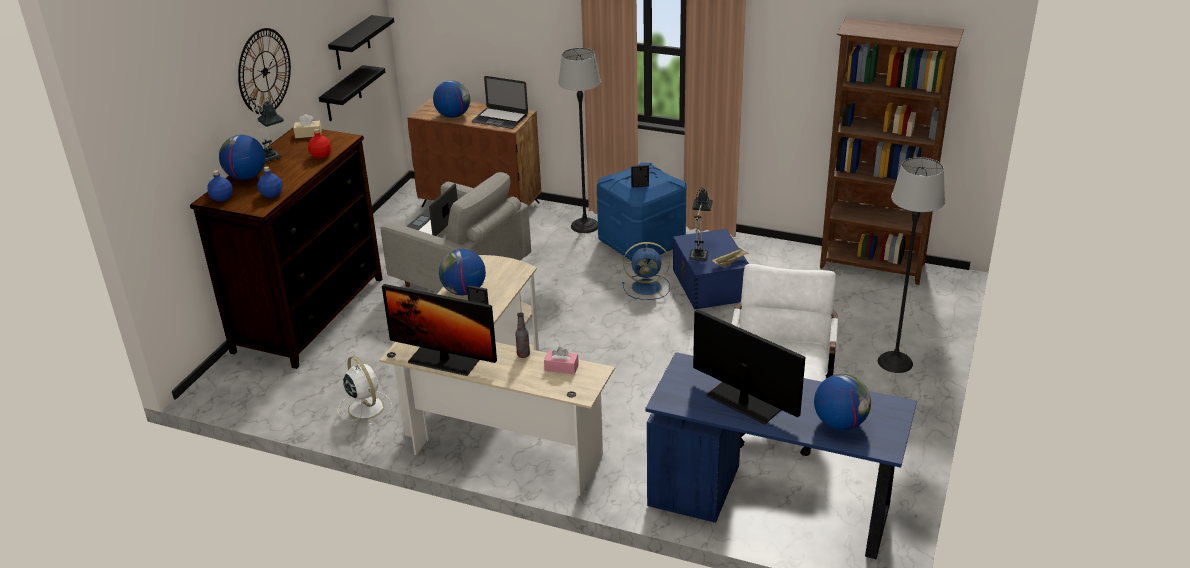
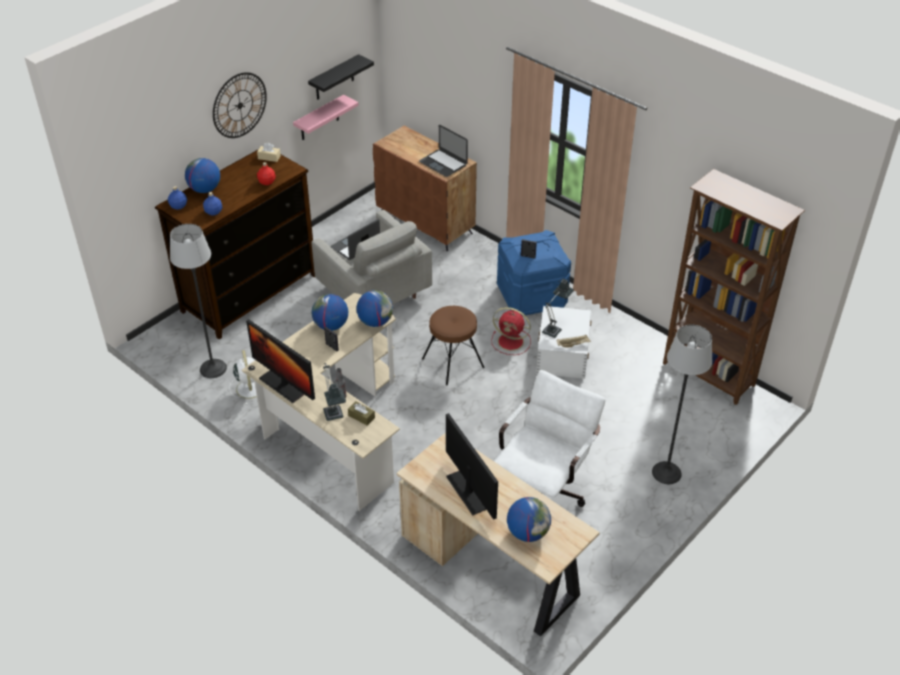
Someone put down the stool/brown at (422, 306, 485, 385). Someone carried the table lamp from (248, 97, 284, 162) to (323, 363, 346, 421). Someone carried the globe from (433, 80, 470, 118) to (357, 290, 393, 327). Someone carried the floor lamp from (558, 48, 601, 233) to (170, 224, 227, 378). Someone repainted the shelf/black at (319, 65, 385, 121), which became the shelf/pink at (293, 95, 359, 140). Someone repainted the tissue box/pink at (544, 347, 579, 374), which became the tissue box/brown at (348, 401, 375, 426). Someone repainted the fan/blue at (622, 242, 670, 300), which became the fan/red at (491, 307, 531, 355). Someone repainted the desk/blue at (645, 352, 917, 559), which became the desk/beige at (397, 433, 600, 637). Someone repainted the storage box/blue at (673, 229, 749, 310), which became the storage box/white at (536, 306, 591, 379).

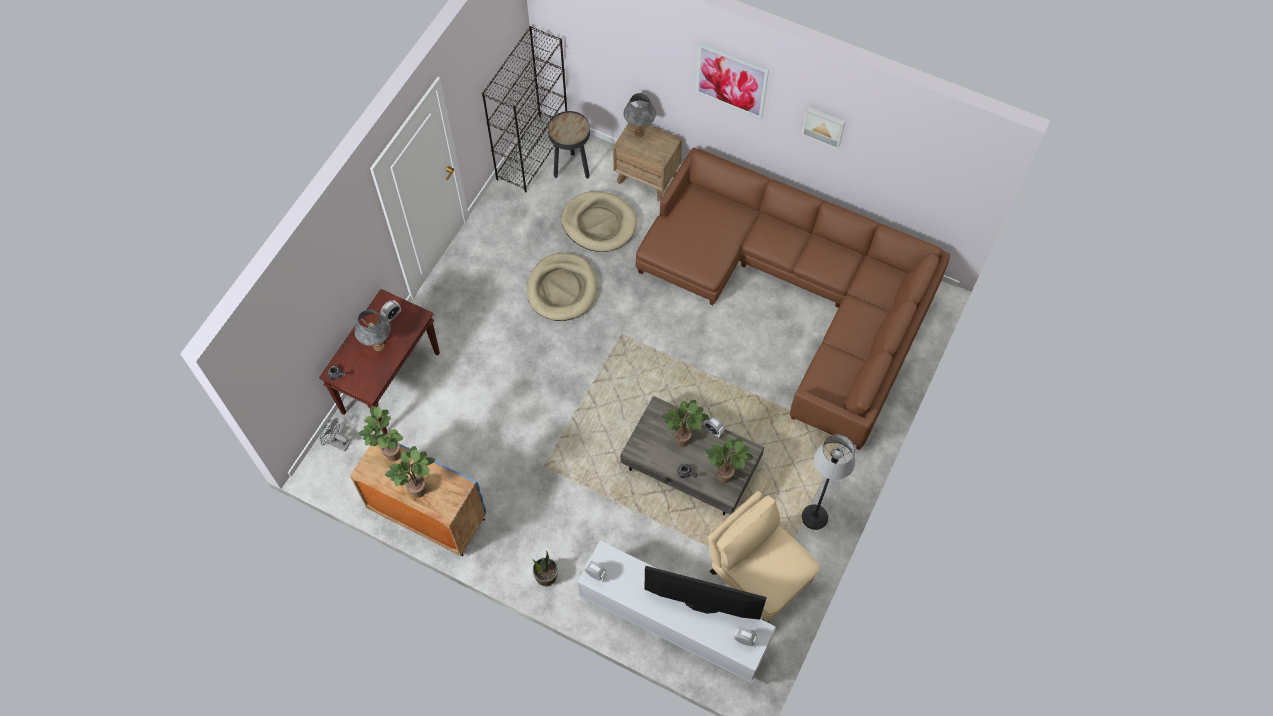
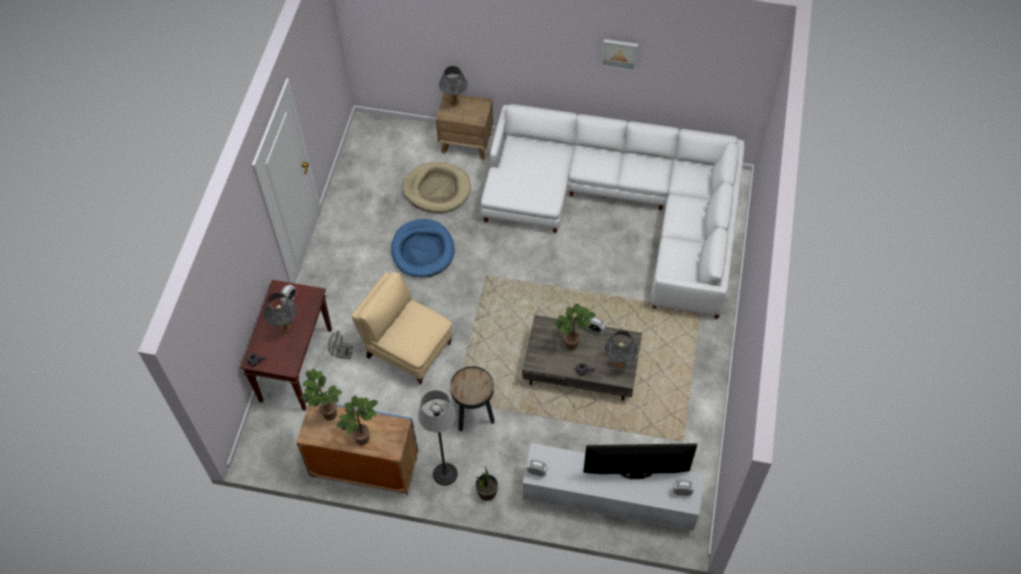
Someone took away the bookcase/black at (482, 26, 567, 193). Someone took away the picture at (696, 43, 769, 119). Someone carried the fan/grey from (320, 418, 350, 451) to (328, 330, 353, 359). Someone carried the side table/black from (548, 111, 590, 179) to (450, 366, 495, 431). Someone carried the armchair/beige from (708, 491, 820, 623) to (352, 272, 452, 385). Someone carried the floor lamp from (802, 435, 855, 530) to (418, 390, 458, 486). Someone swapped the potted plant at (705, 438, 754, 483) for the table lamp/grey at (605, 331, 637, 369). Someone repainted the dog bed/beige at (527, 253, 597, 321), which became the dog bed/blue at (391, 219, 454, 277). Someone repainted the sofa/brown at (635, 148, 950, 450), which became the sofa/white at (481, 104, 745, 319).

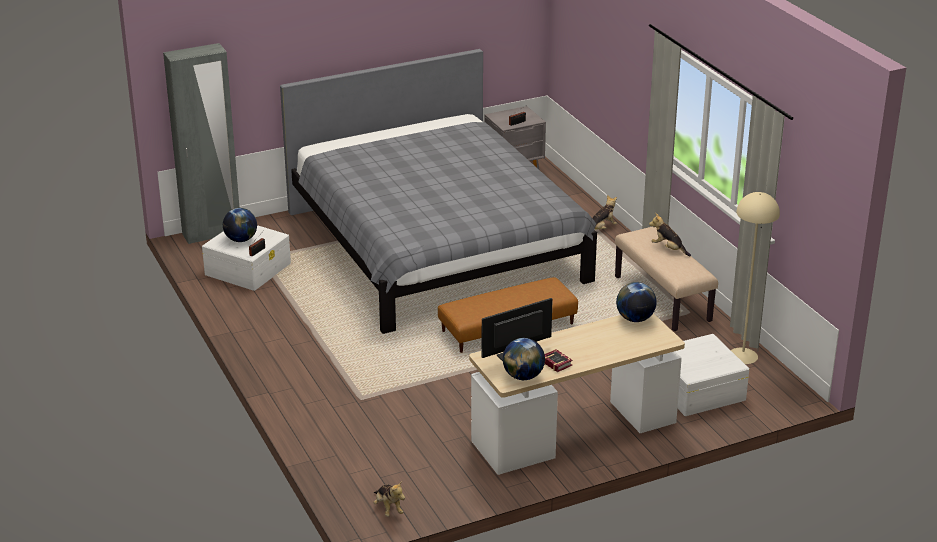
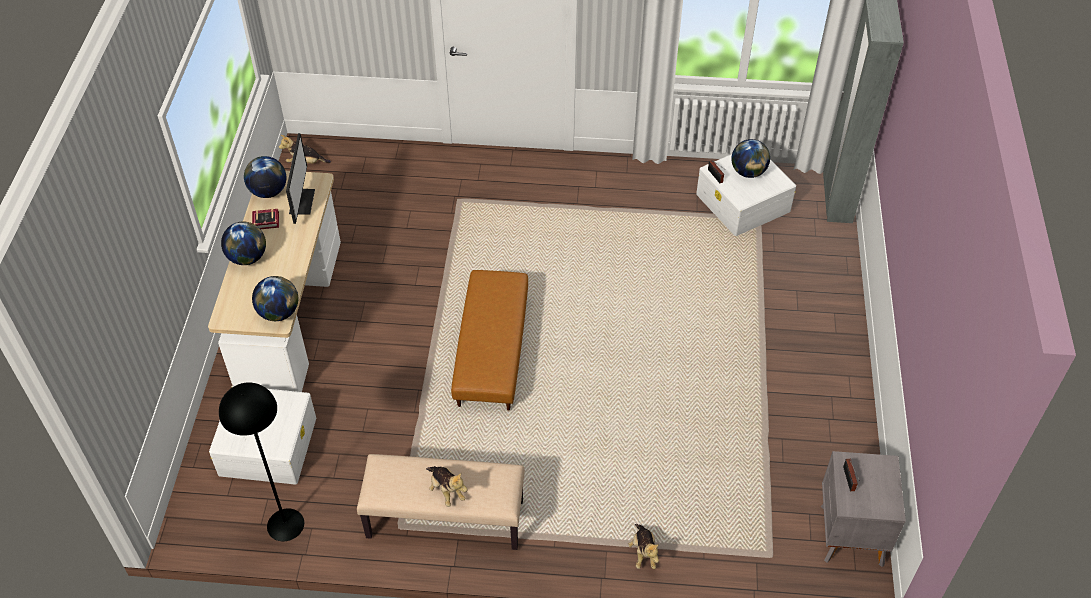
Someone took away the bed/grey at (280, 49, 597, 334). Someone put down the globe at (221, 222, 266, 265). Someone repainted the floor lamp/beige at (731, 192, 780, 364), which became the floor lamp/black at (219, 382, 304, 541). Someone rotated the plush toy at (649, 213, 691, 256) by 75 degrees clockwise.

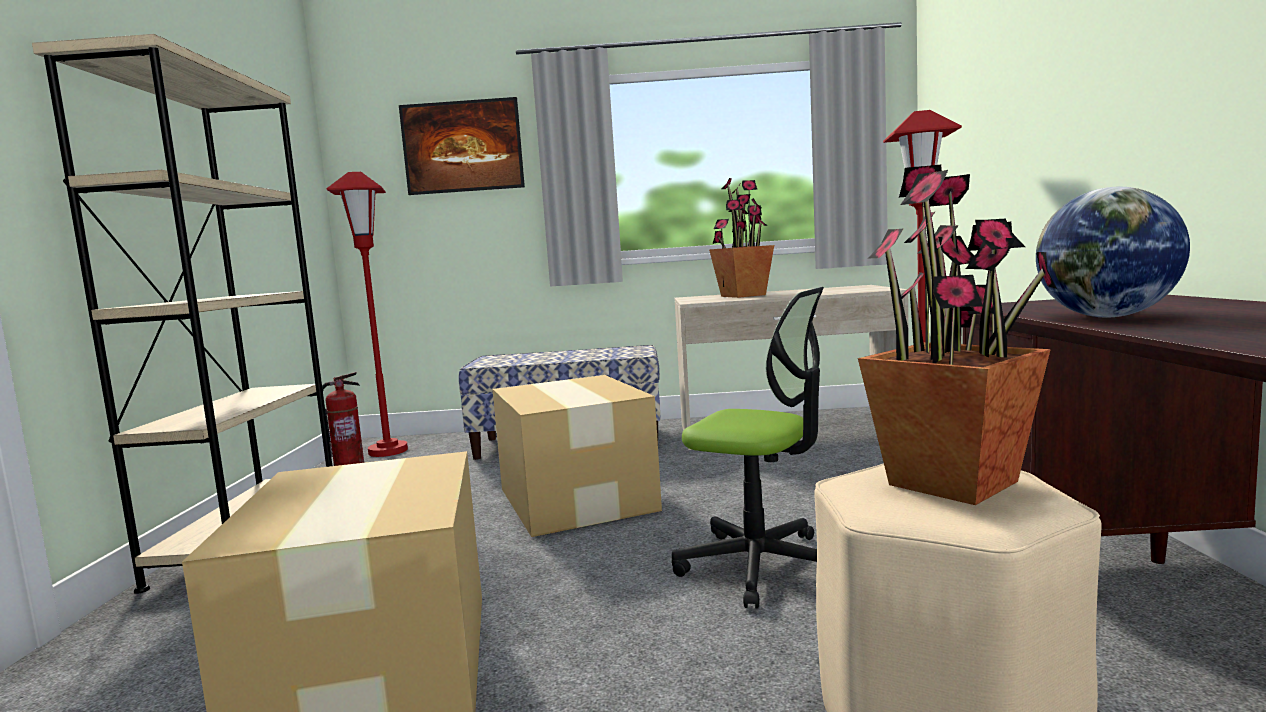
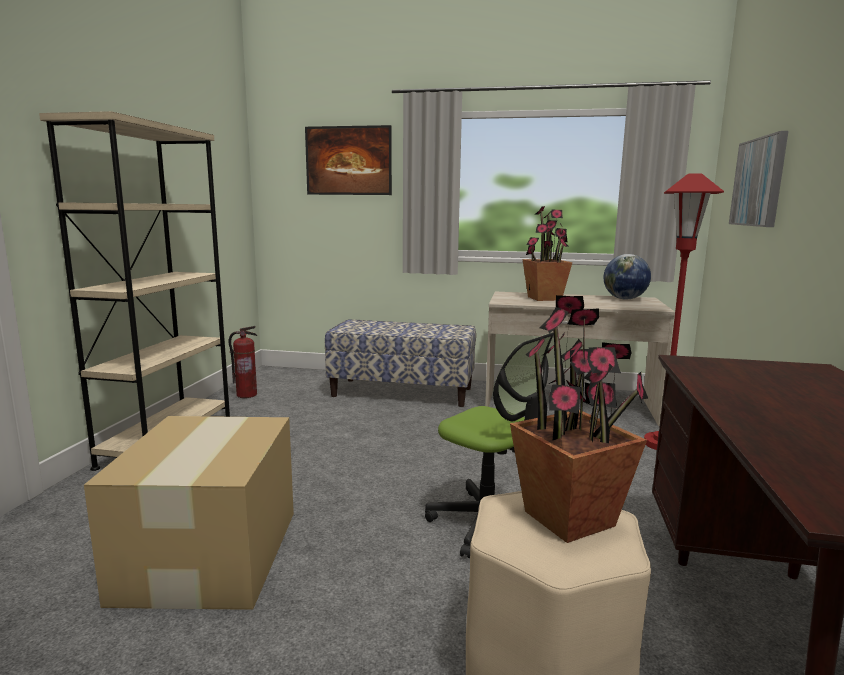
Someone took away the floor lamp/red at (327, 172, 408, 457). Someone took away the cardboard box at (492, 375, 662, 537). Someone put up the picture at (729, 131, 788, 227). Someone carried the globe from (1036, 187, 1190, 317) to (604, 254, 651, 300).

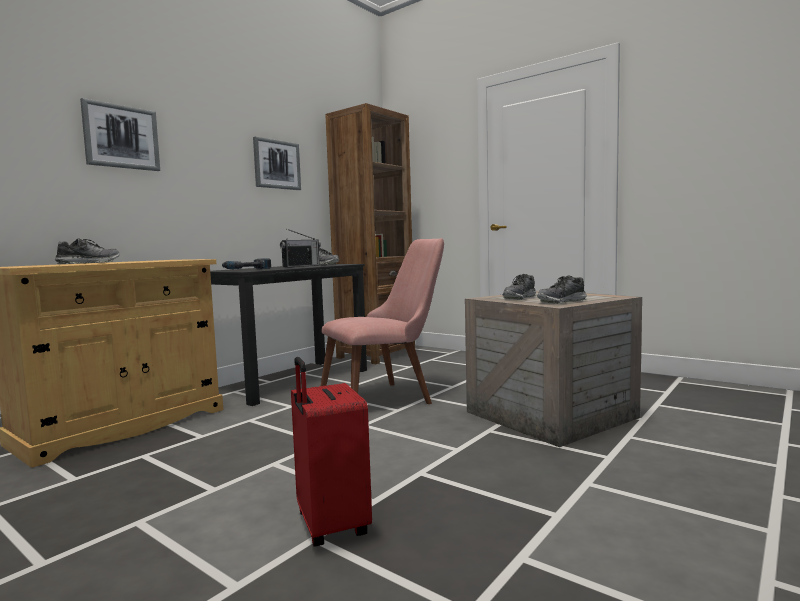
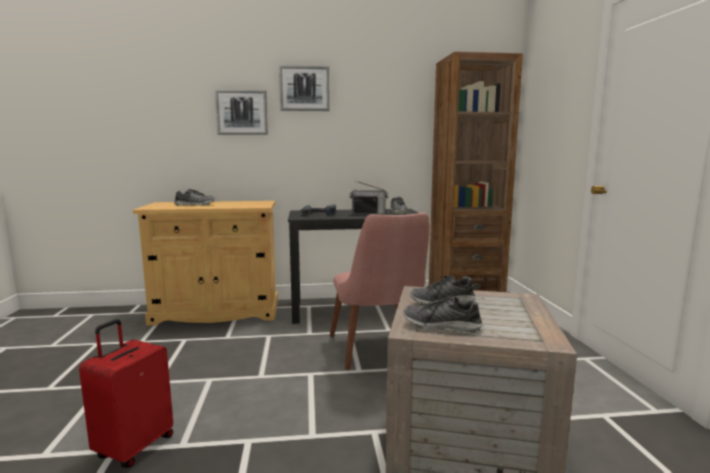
Someone carried the picture from (253, 137, 301, 190) to (279, 65, 330, 111). Someone rotated the chair/pink at (321, 238, 444, 404) by 60 degrees clockwise.

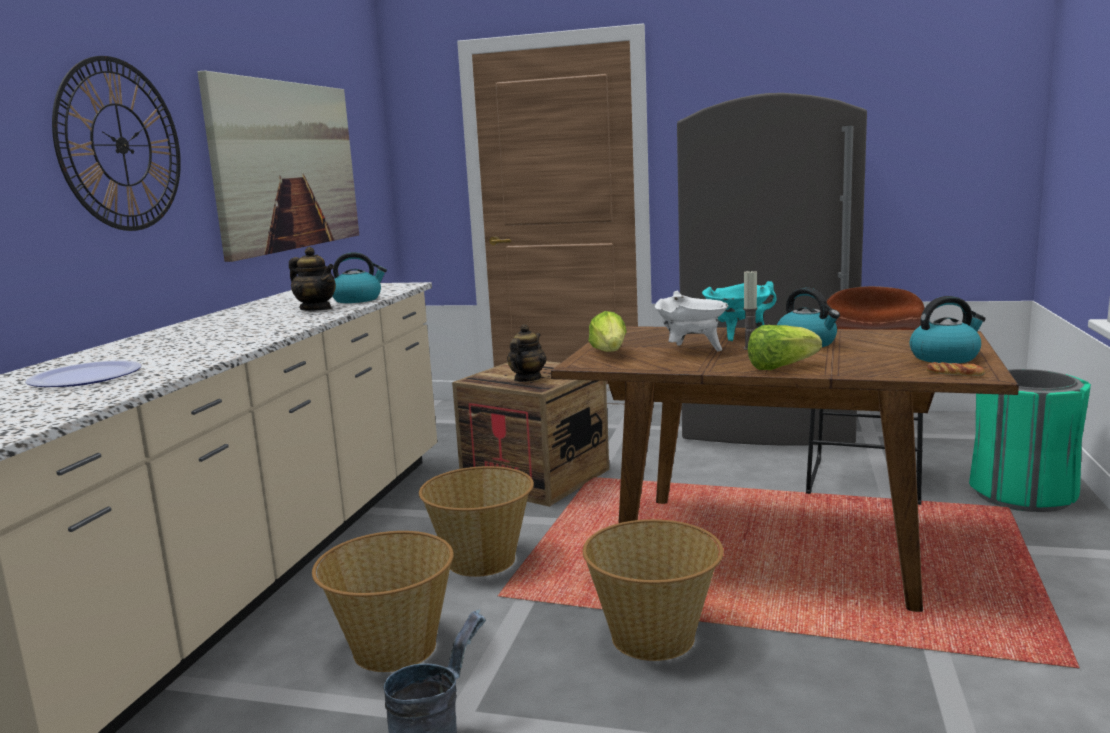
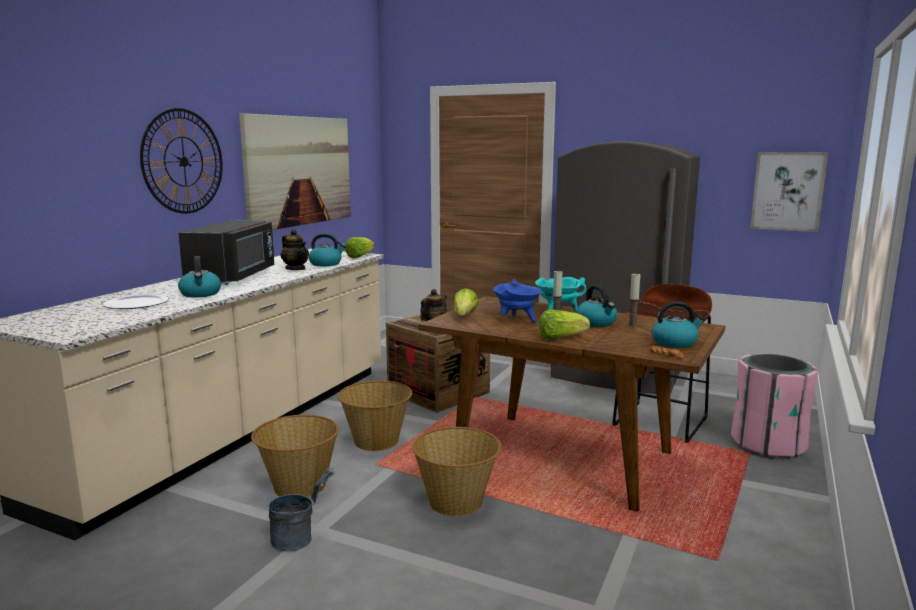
Someone put down the microwave/black at (178, 220, 274, 285). Someone put down the kettle at (178, 256, 221, 297). Someone put down the lettuce at (345, 237, 375, 258). Someone put down the candle at (628, 274, 640, 327). Someone put up the picture at (750, 152, 828, 232). Someone repainted the cooking pot/white at (655, 291, 728, 351), which became the cooking pot/blue at (493, 279, 542, 322). Someone repainted the trash can/green at (969, 369, 1091, 512), which became the trash can/pink at (731, 354, 818, 459).

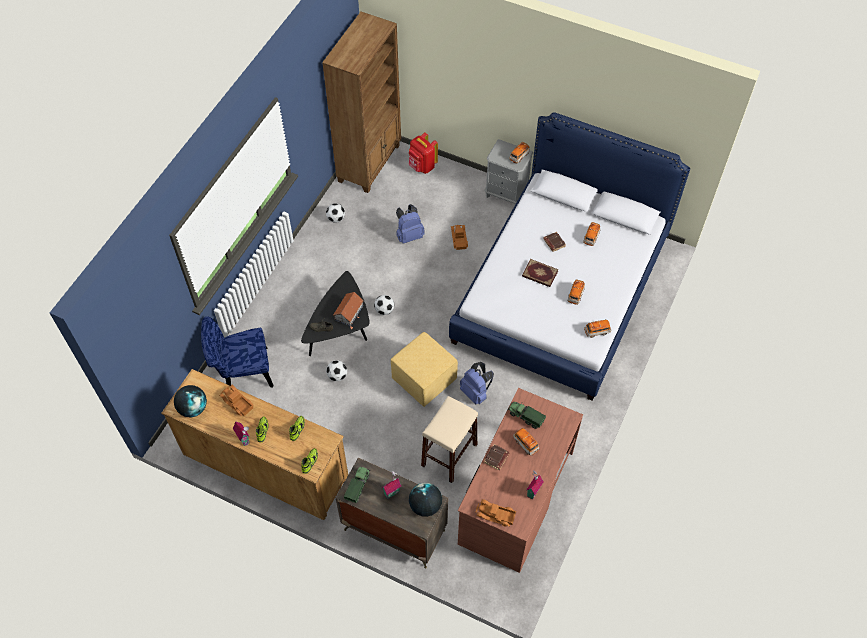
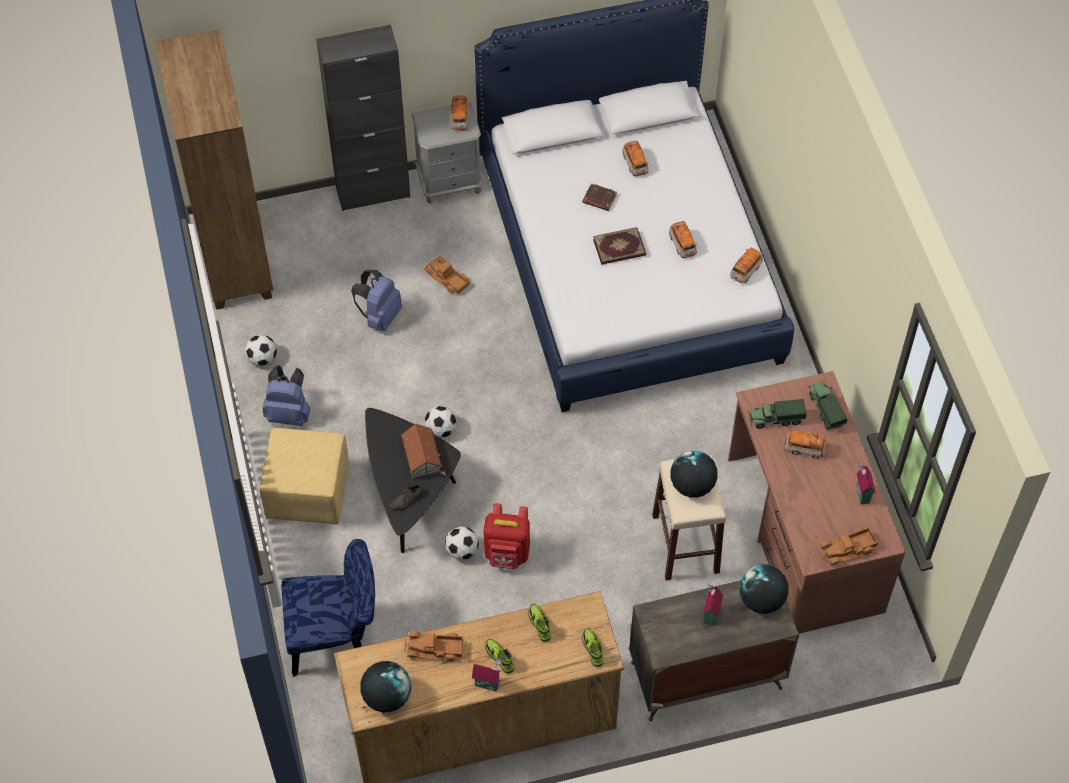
Someone took away the book/brown at (484, 444, 510, 470). Someone put down the cabinet/black at (316, 25, 410, 211). Someone put down the globe at (671, 451, 717, 498). Someone carried the toy truck from (344, 466, 370, 503) to (809, 382, 847, 430). Someone carried the ottoman/yellow from (391, 332, 458, 407) to (259, 428, 349, 524). Someone carried the backpack/red from (409, 132, 438, 174) to (483, 503, 530, 569). Someone carried the backpack/blue from (460, 362, 494, 404) to (263, 365, 310, 426). Someone rotated the chair/blue at (201, 316, 273, 387) by 135 degrees counterclockwise.

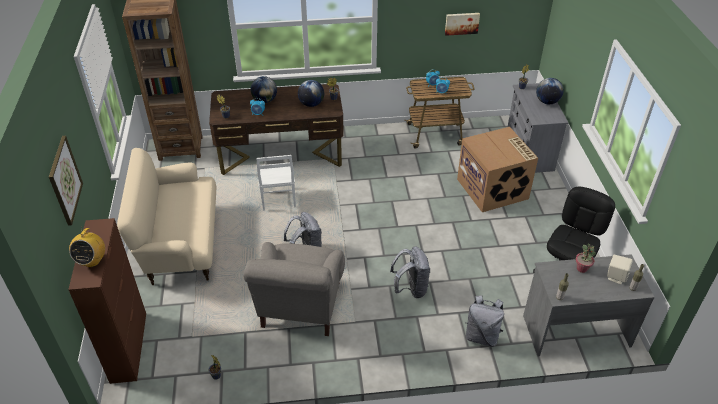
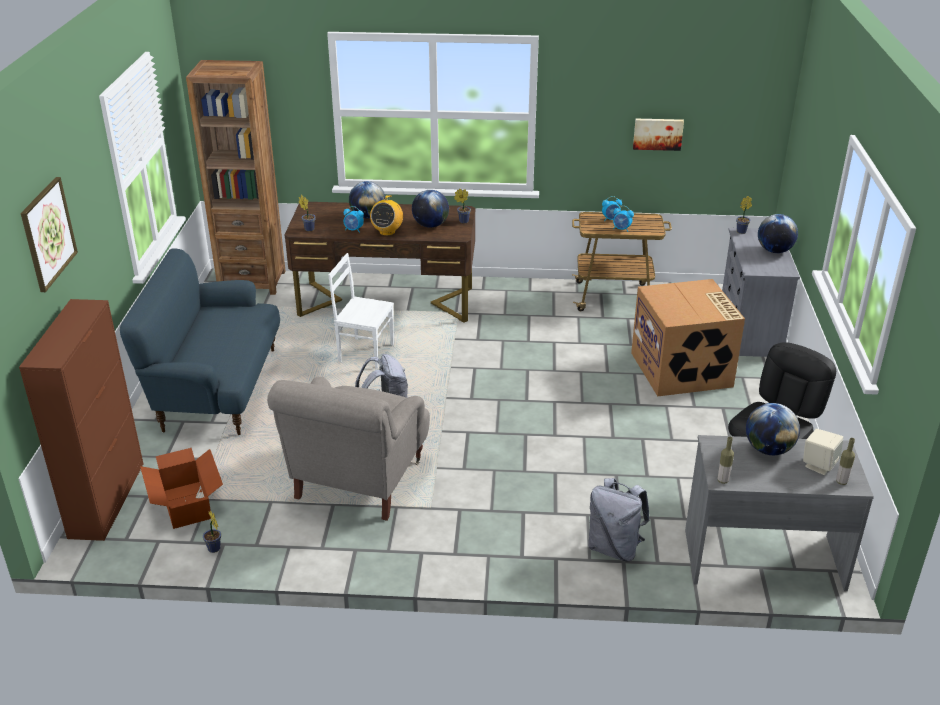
Someone took away the backpack/grey at (390, 246, 430, 298). Someone put down the cardboard box at (140, 448, 223, 529). Someone carried the radio from (69, 226, 105, 267) to (370, 195, 403, 236). Someone swapped the potted plant at (576, 243, 596, 273) for the globe at (746, 403, 800, 455). Someone repainted the sofa/beige at (117, 148, 216, 285), which became the sofa/blue at (120, 248, 280, 435). Someone rotated the chair/white at (256, 155, 296, 211) by 105 degrees clockwise.

